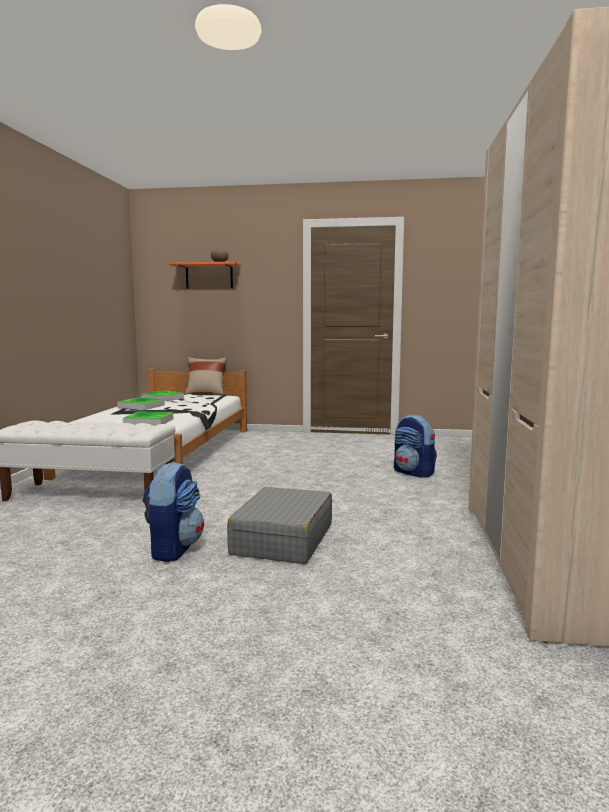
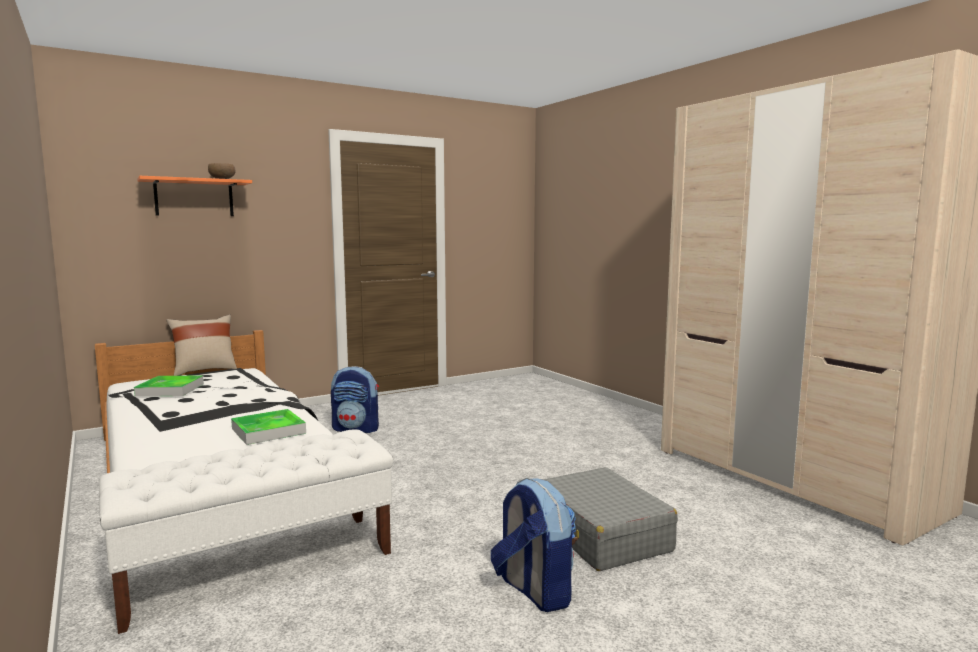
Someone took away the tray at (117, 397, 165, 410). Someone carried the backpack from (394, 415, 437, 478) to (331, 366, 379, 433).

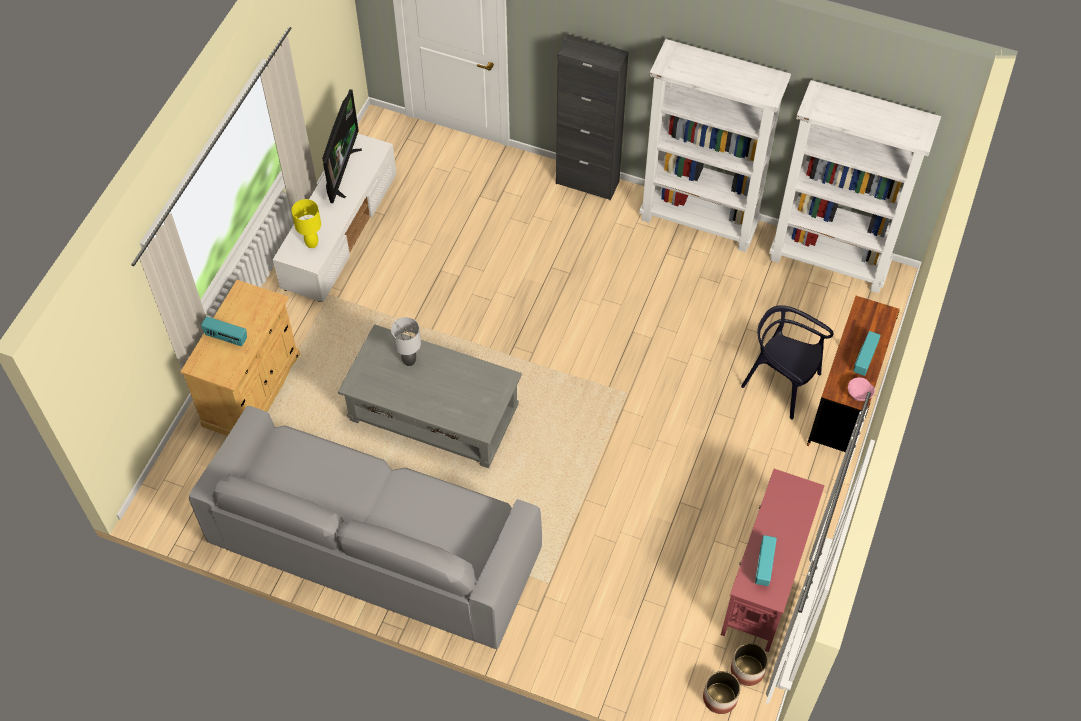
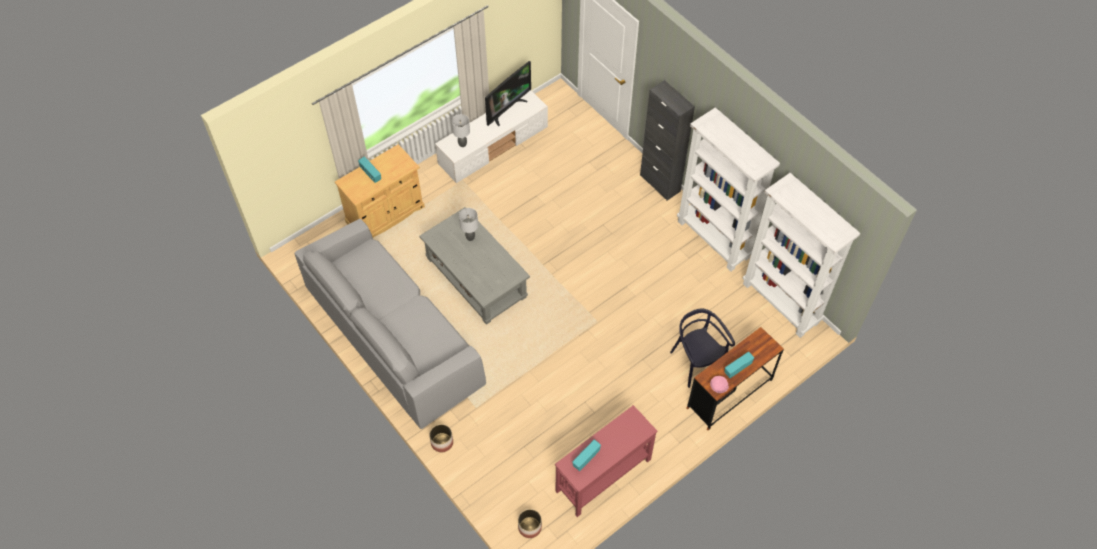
Someone carried the planter from (731, 643, 768, 686) to (429, 424, 453, 452). Someone repainted the table lamp/yellow at (292, 199, 321, 248), which became the table lamp/grey at (452, 114, 470, 147).

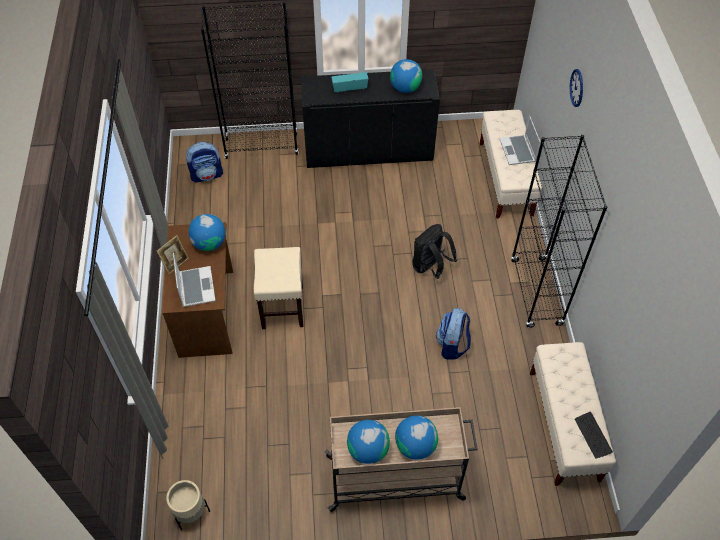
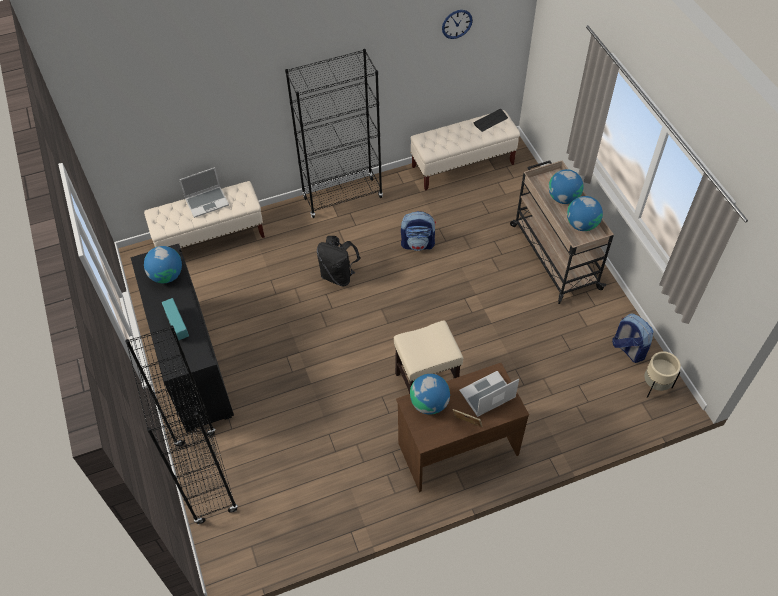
Someone carried the backpack from (186, 142, 223, 182) to (612, 314, 654, 363). Someone carried the wall clock from (570, 69, 583, 107) to (442, 10, 473, 39).

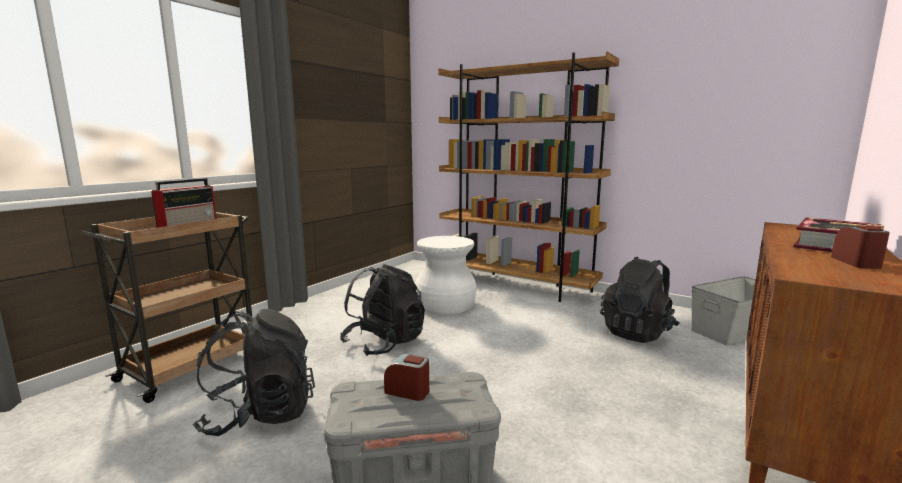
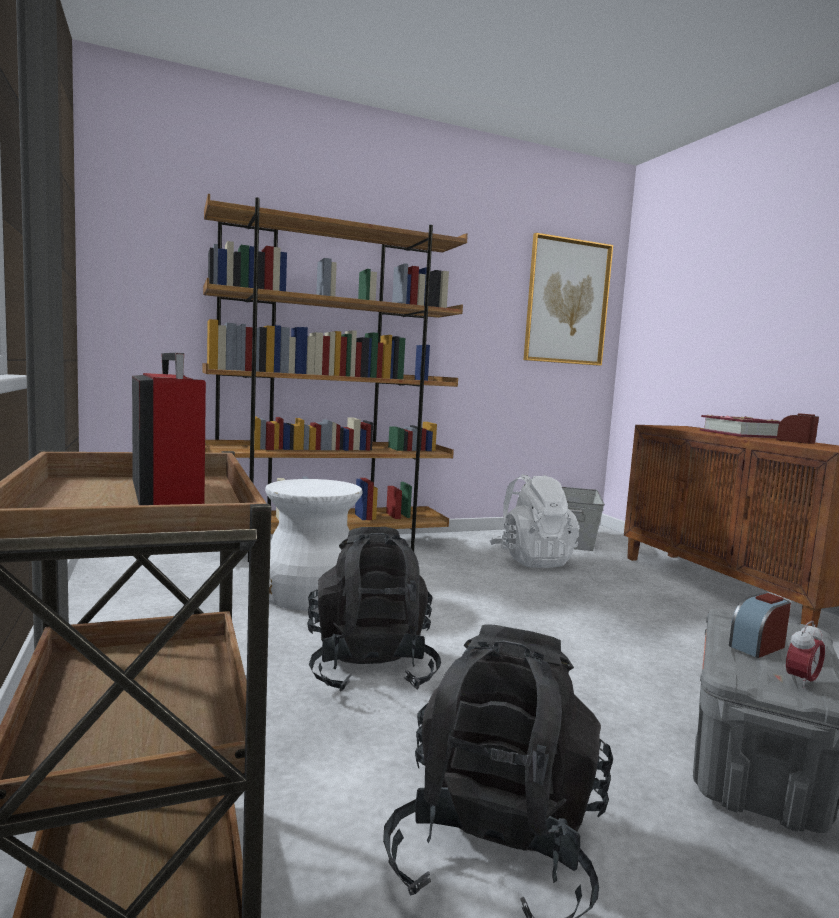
Someone put up the picture at (524, 233, 613, 366). Someone put down the alarm clock at (786, 621, 825, 689). Someone repainted the backpack/black at (600, 257, 680, 343), which became the backpack/white at (490, 474, 580, 568).

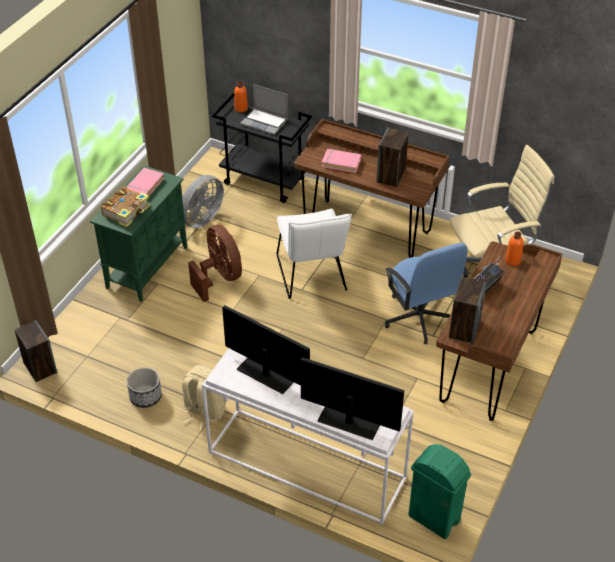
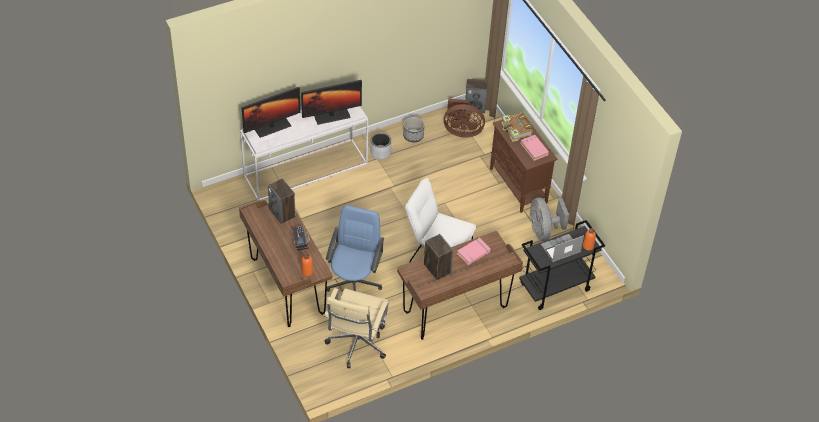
Someone took away the trash can/green at (408, 444, 471, 539). Someone carried the fan/brown from (188, 225, 242, 302) to (444, 98, 485, 138). Someone swapped the backpack/beige at (182, 365, 226, 431) for the planter/grey at (370, 132, 391, 159). Someone repainted the cabinet/green at (90, 165, 187, 302), which became the cabinet/brown at (490, 116, 557, 213). Someone rotated the office chair/blue at (385, 243, 469, 345) by 90 degrees clockwise.

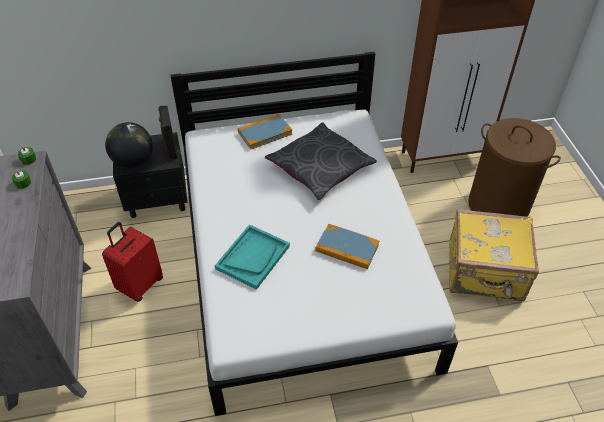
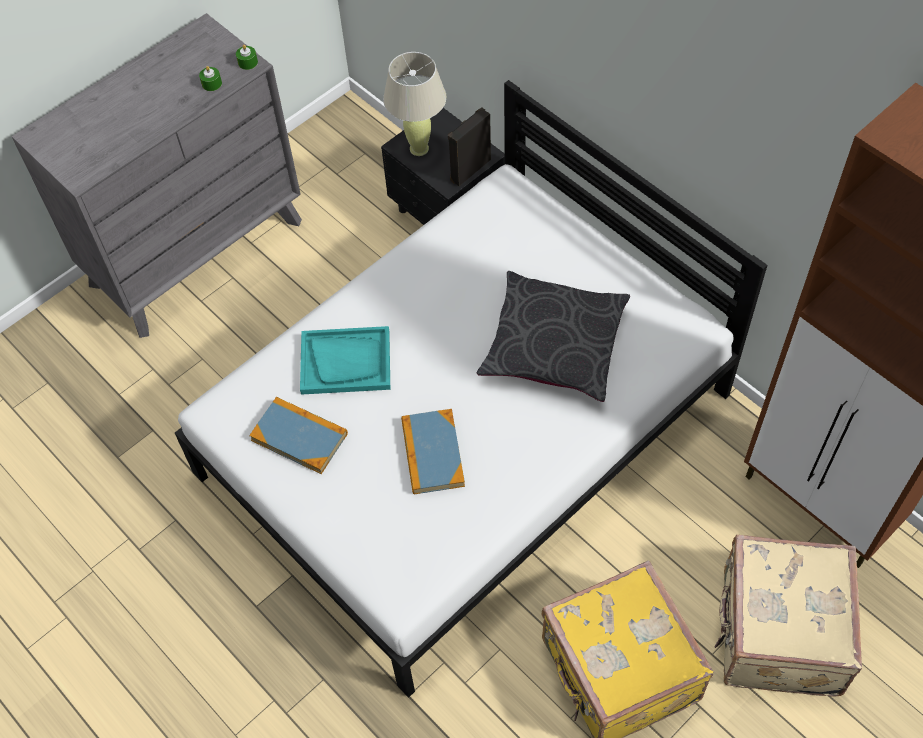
Someone took away the suitcase/red at (102, 222, 163, 302). Someone carried the book from (238, 114, 292, 149) to (249, 397, 348, 474). Someone swapped the globe at (105, 122, 153, 168) for the table lamp/beige at (383, 52, 446, 156). Someone swapped the laundry basket/brown at (468, 118, 561, 217) for the suitcase/beige at (714, 535, 862, 697).

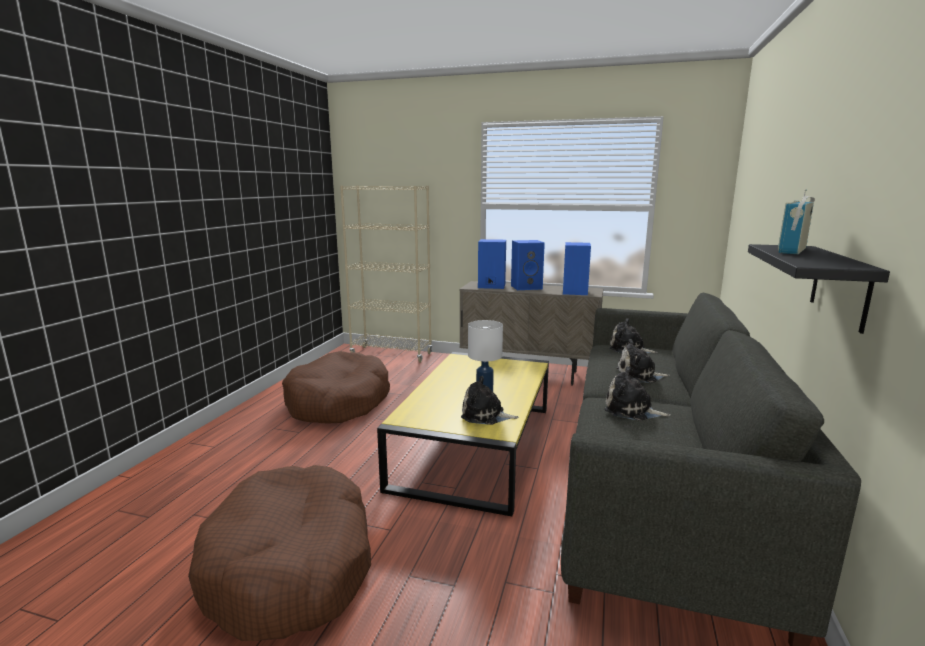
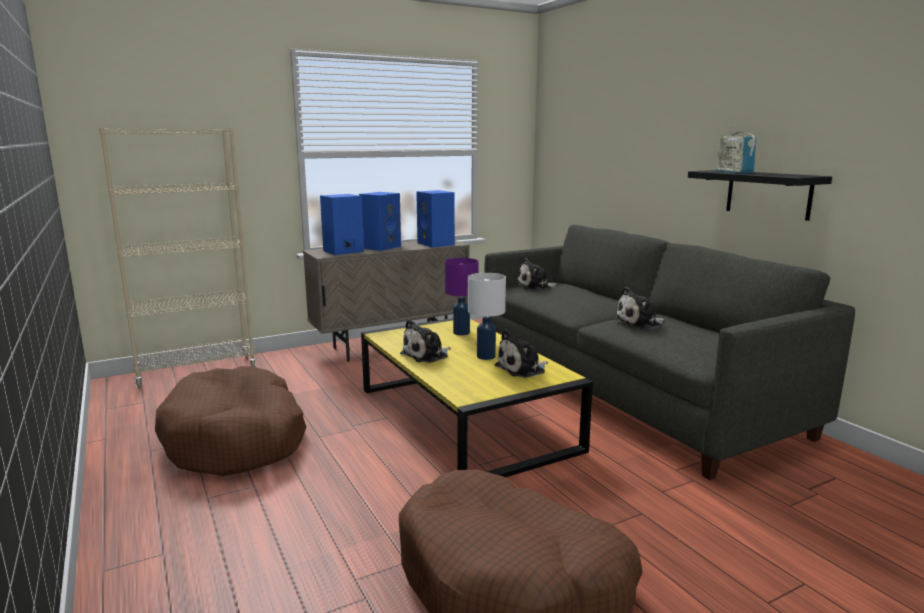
Someone put down the table lamp/purple at (445, 258, 479, 335). Someone carried the plush toy from (617, 339, 670, 383) to (400, 319, 450, 363).

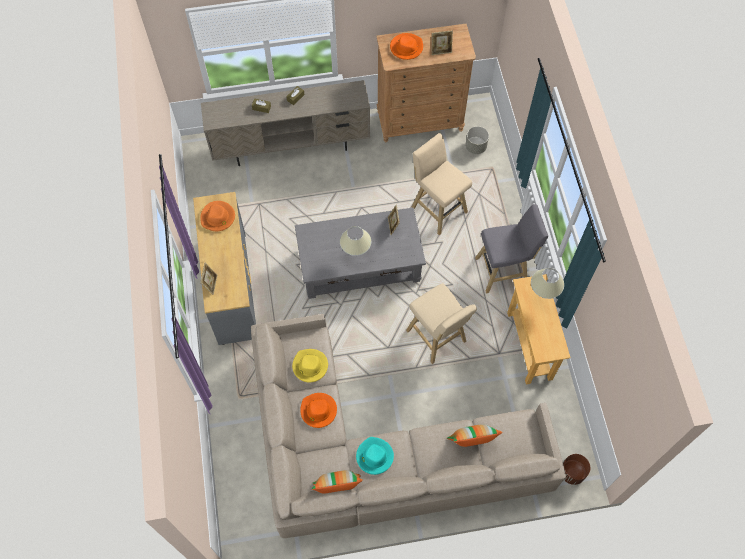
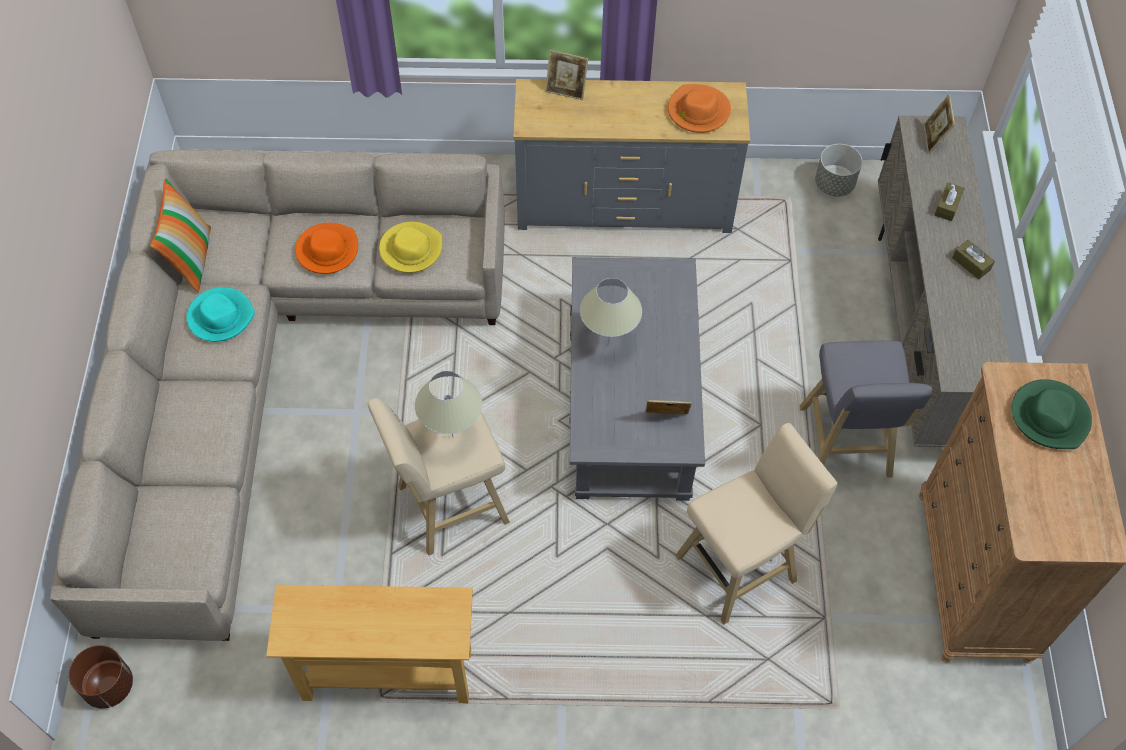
Someone took away the pillow at (447, 424, 503, 447). Someone carried the picture frame from (431, 30, 453, 55) to (923, 94, 955, 154). Someone carried the planter/grey from (465, 126, 489, 154) to (815, 144, 862, 197). Someone carried the stool/grey from (475, 204, 548, 293) to (800, 340, 932, 478). Someone carried the table lamp/beige from (531, 268, 564, 299) to (415, 371, 482, 437). Someone repainted the hat/orange at (390, 33, 423, 60), which became the hat/green at (1012, 379, 1092, 449).

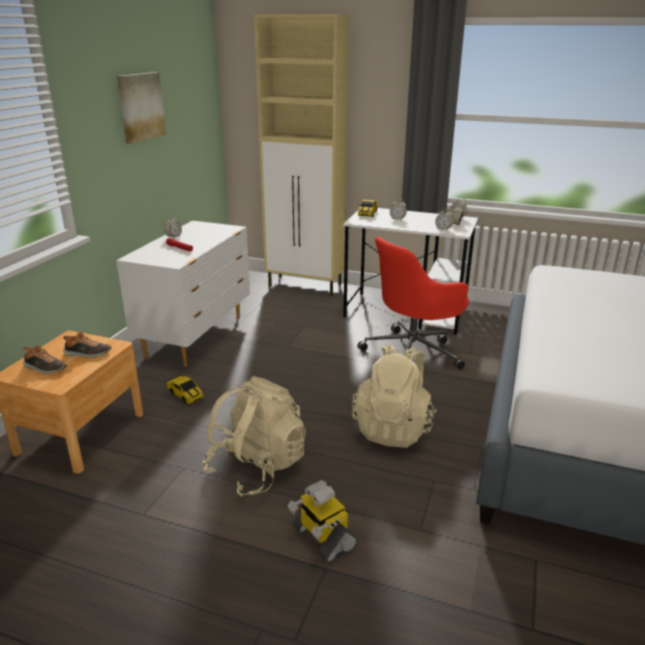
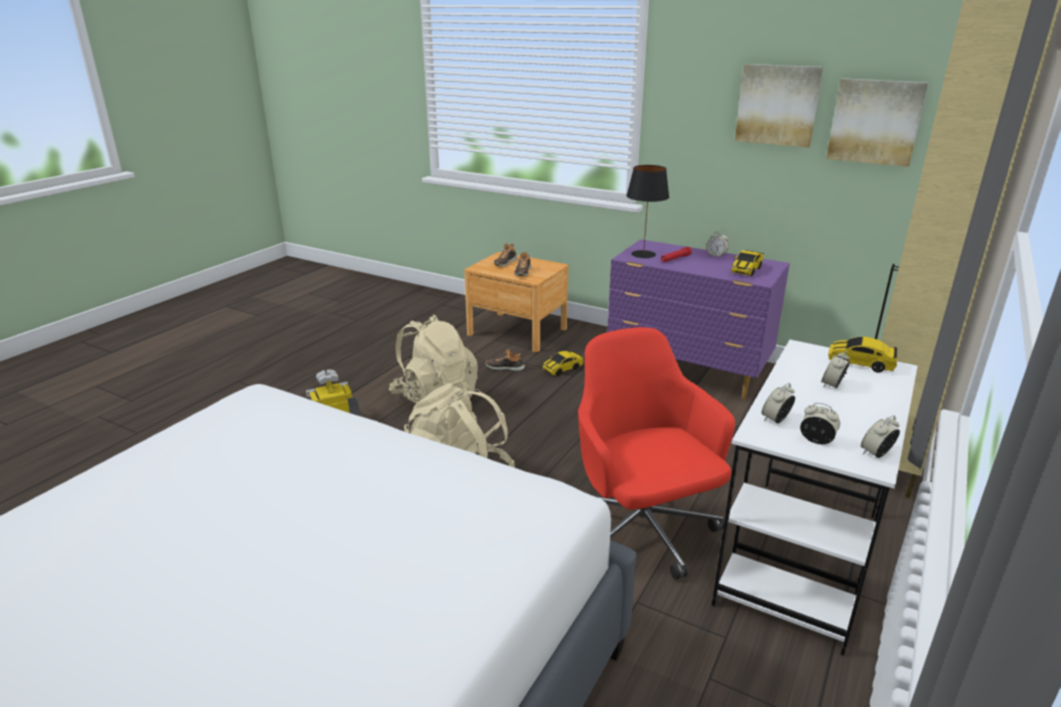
Someone put down the shoe at (485, 349, 525, 371). Someone put down the table lamp/black at (626, 165, 669, 258). Someone put down the toy car at (731, 250, 764, 276). Someone put up the picture at (826, 78, 928, 167). Someone repainted the dresser/white at (116, 221, 250, 367), which became the dresser/purple at (607, 239, 790, 400).

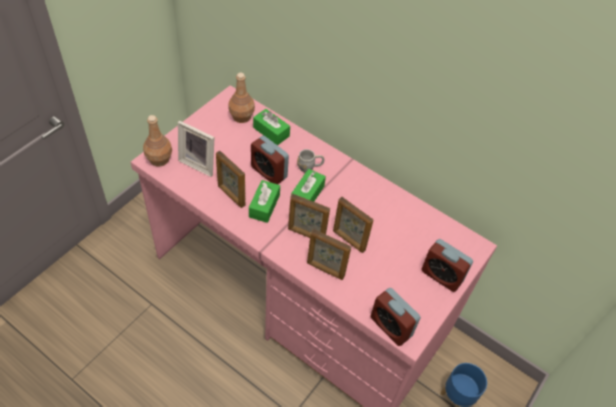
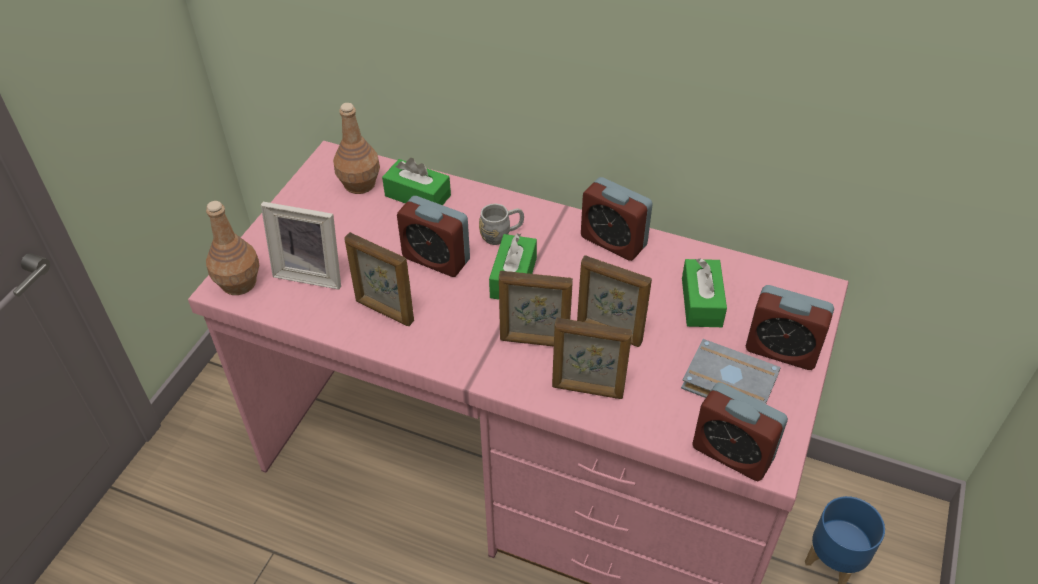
Someone put down the alarm clock at (581, 177, 653, 261). Someone put down the book/grey at (681, 339, 781, 404). Someone carried the tissue box/green from (249, 180, 280, 223) to (682, 258, 727, 327).

